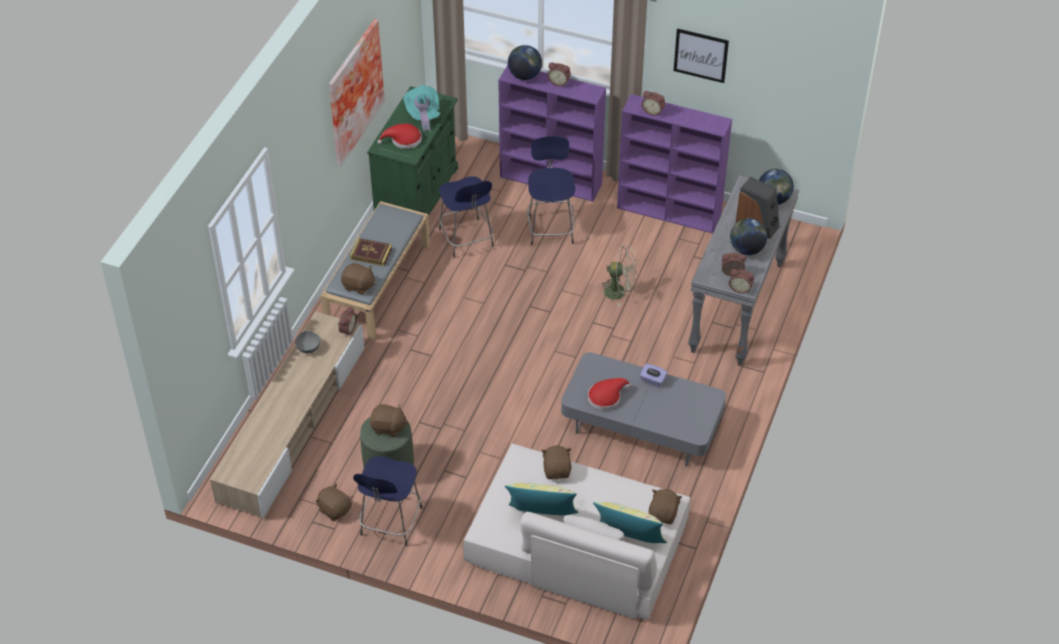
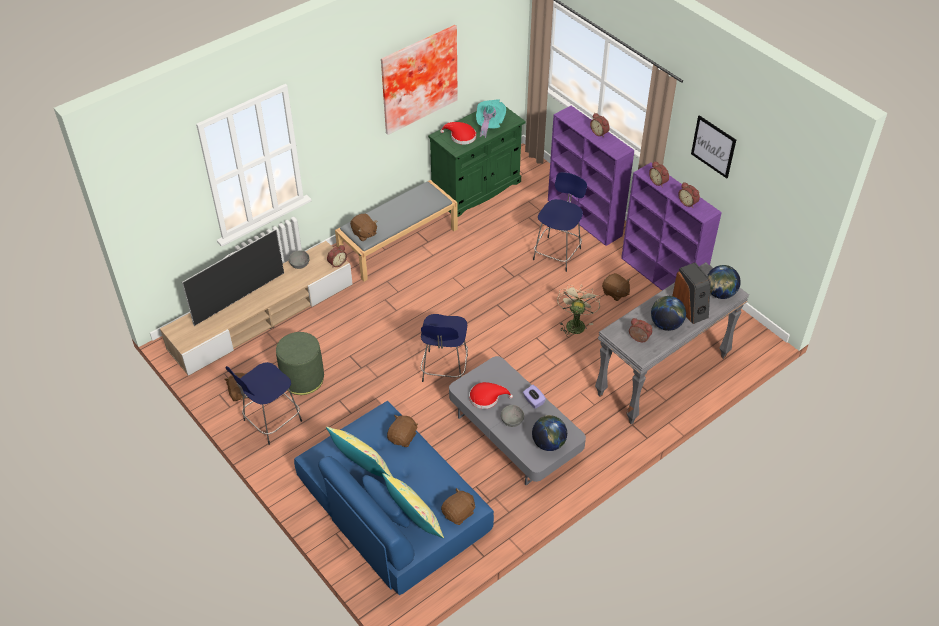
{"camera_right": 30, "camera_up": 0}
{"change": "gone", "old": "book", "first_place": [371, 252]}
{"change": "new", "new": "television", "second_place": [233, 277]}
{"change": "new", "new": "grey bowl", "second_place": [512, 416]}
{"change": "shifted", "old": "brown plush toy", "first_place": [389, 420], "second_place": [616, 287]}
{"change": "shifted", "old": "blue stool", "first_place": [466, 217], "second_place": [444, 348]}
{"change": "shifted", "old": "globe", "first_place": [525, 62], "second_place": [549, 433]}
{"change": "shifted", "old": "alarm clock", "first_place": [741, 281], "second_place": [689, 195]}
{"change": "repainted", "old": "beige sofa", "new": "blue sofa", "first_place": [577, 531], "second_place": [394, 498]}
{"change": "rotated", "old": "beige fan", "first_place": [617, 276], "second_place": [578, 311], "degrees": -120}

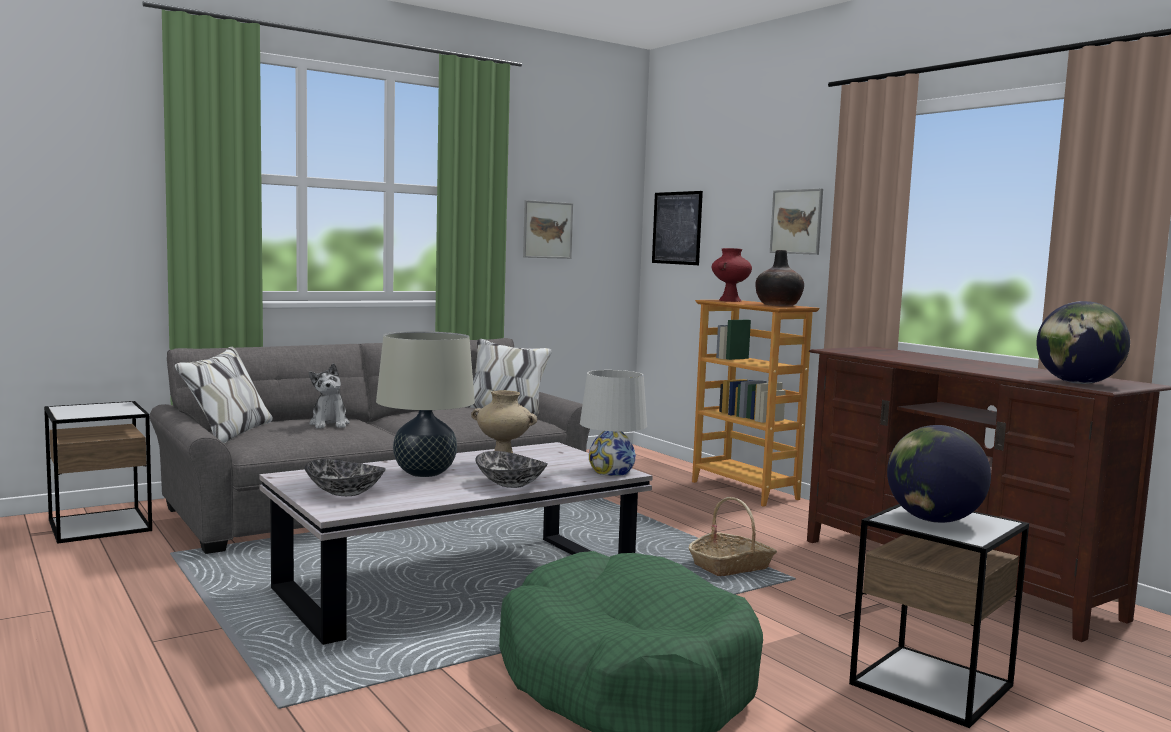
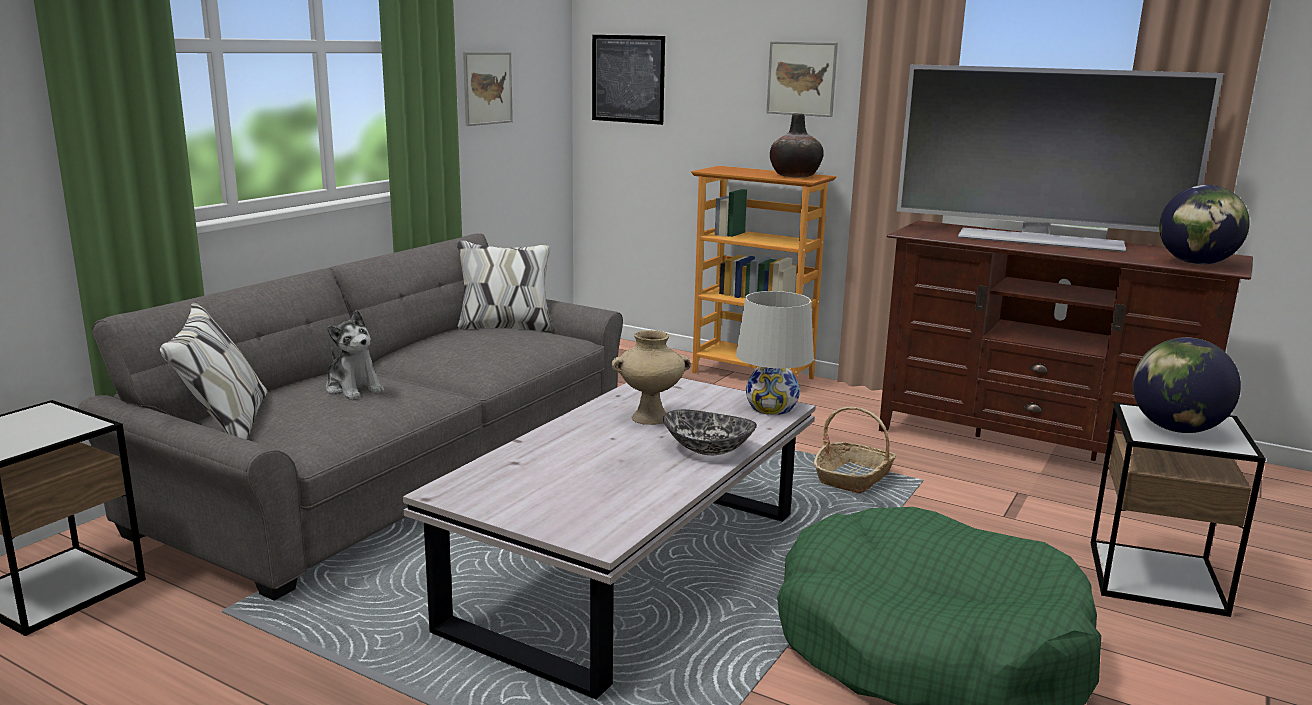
{"camera_right": -25, "camera_up": 10}
{"change": "gone", "old": "bowl", "first_place": [345, 477]}
{"change": "gone", "old": "beige table lamp", "first_place": [425, 404]}
{"change": "gone", "old": "red vase", "first_place": [732, 275]}
{"change": "new", "new": "television", "second_place": [1059, 158]}

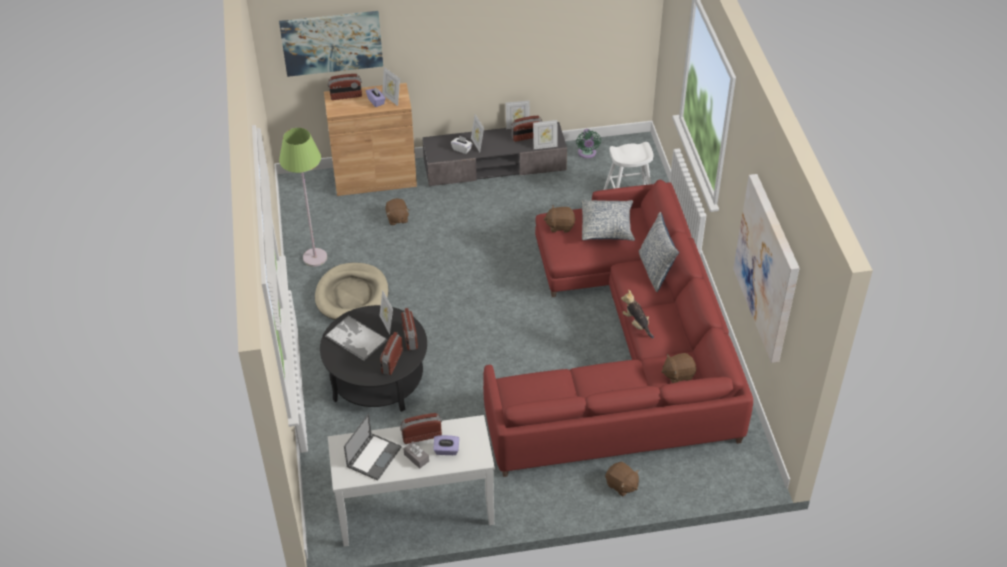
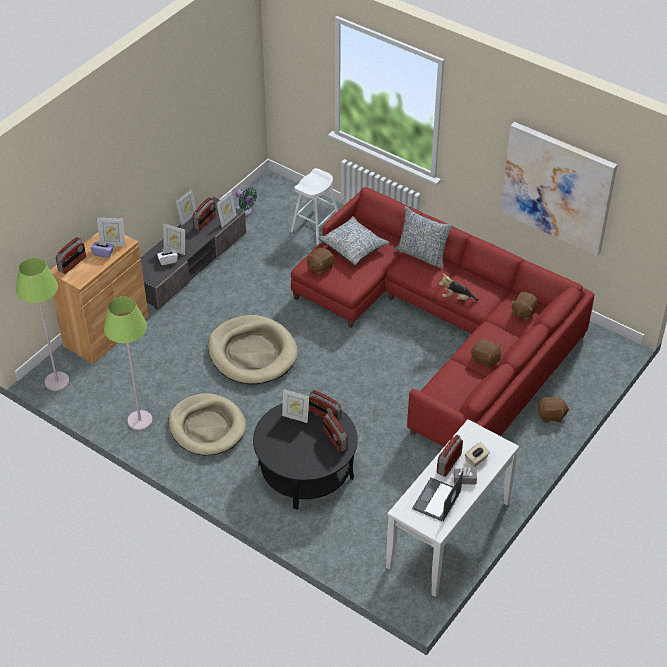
{"camera_right": -45, "camera_up": 0}
{"change": "gone", "old": "picture", "first_place": [331, 44]}
{"change": "gone", "old": "tray", "first_place": [356, 338]}
{"change": "new", "new": "green floor lamp", "second_place": [42, 324]}
{"change": "new", "new": "beige dog bed", "second_place": [253, 349]}
{"change": "shifted", "old": "brown plush toy", "first_place": [397, 212], "second_place": [486, 353]}
{"change": "repainted", "old": "purple tissue box", "new": "beige tissue box", "first_place": [446, 445], "second_place": [477, 454]}
{"change": "rotated", "old": "laptop", "first_place": [372, 447], "second_place": [437, 496], "degrees": -135}

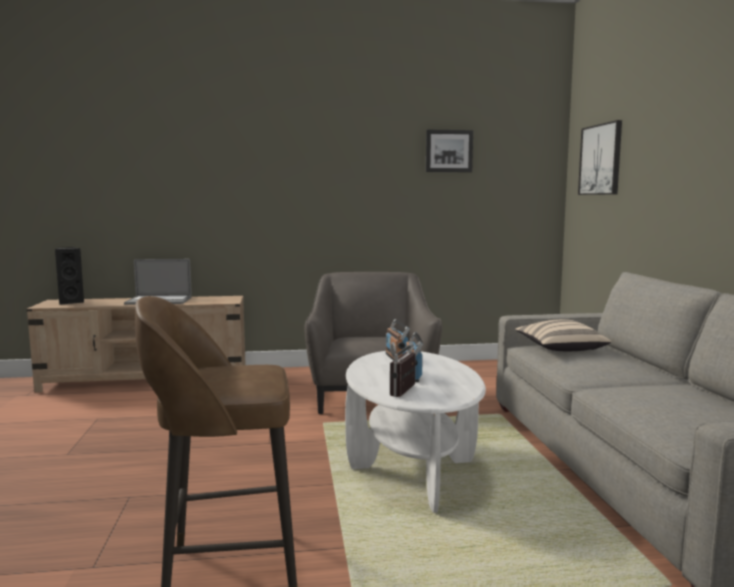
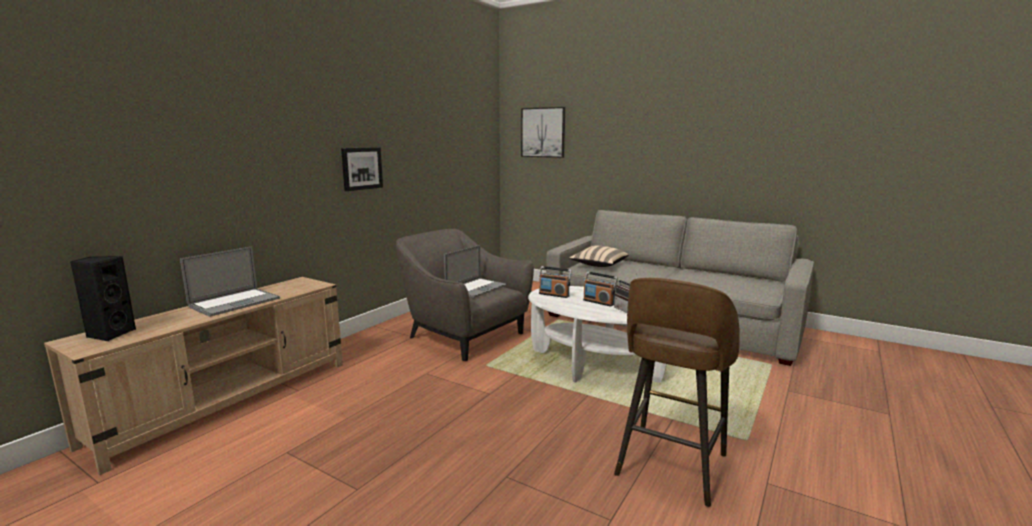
{"camera_right": -50, "camera_up": 5}
{"change": "new", "new": "laptop", "second_place": [475, 271]}
{"change": "shifted", "old": "picture", "first_place": [449, 150], "second_place": [362, 169]}

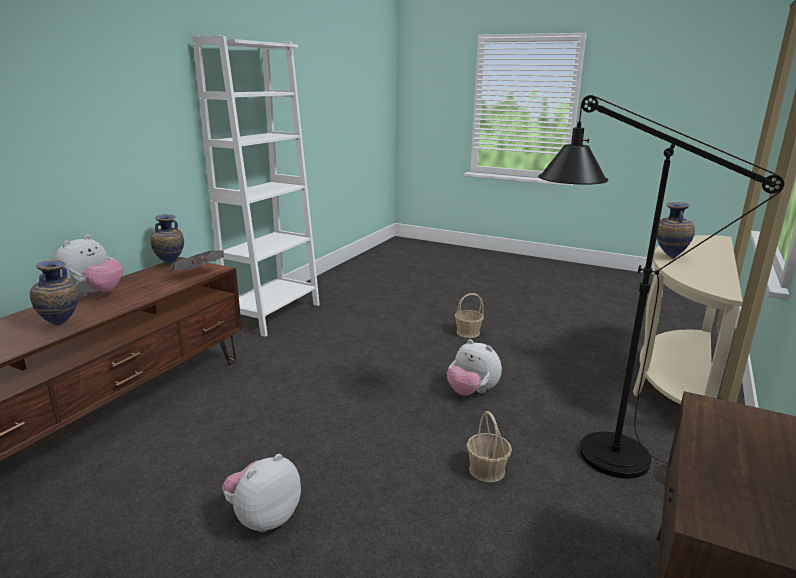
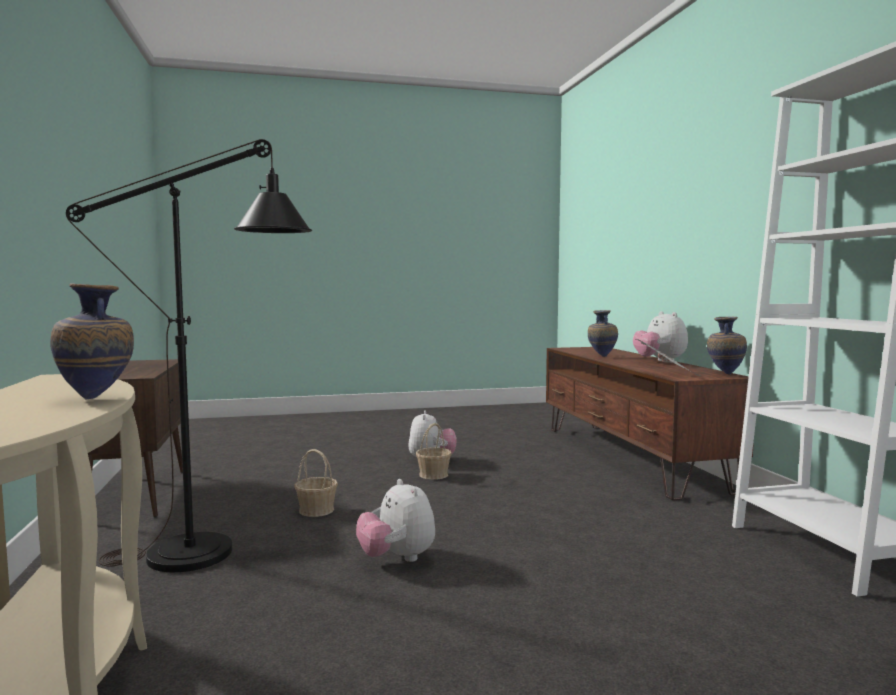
{"camera_right": 140, "camera_up": -15}
{"change": "shifted", "old": "basket", "first_place": [469, 315], "second_place": [434, 451]}
{"change": "rotated", "old": "plush toy", "first_place": [474, 367], "second_place": [395, 520], "degrees": -120}

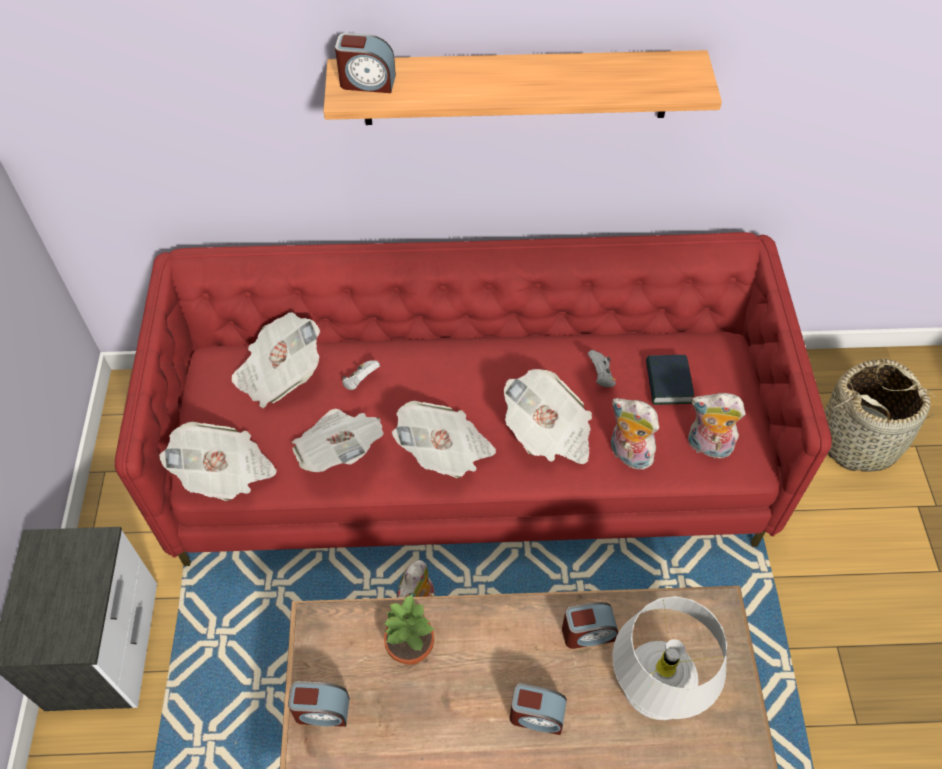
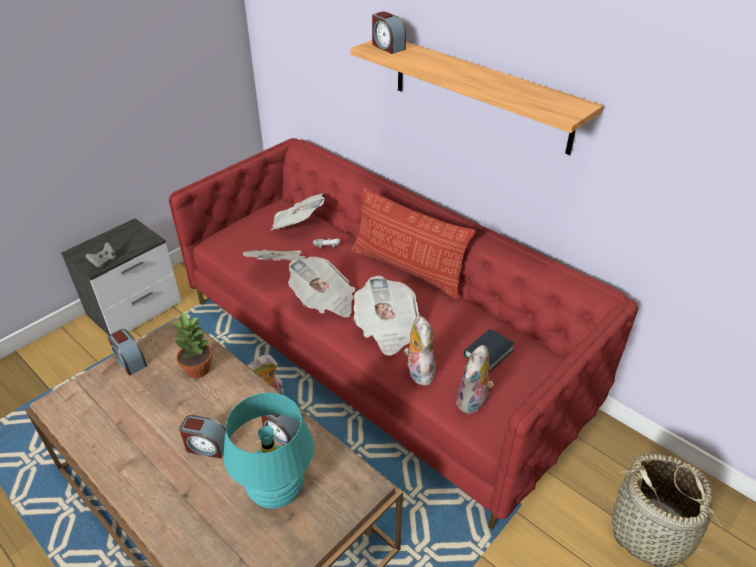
{"camera_right": 45, "camera_up": -15}
{"change": "gone", "old": "newspaper", "first_place": [218, 461]}
{"change": "new", "new": "pillow", "second_place": [413, 243]}
{"change": "shifted", "old": "grey game controller", "first_place": [602, 368], "second_place": [101, 254]}
{"change": "repainted", "old": "white table lamp", "new": "turquoise table lamp", "first_place": [669, 658], "second_place": [268, 451]}
{"change": "rotated", "old": "alarm clock", "first_place": [538, 709], "second_place": [202, 437], "degrees": -45}
{"change": "rotated", "old": "plush toy", "first_place": [717, 426], "second_place": [475, 379], "degrees": -120}

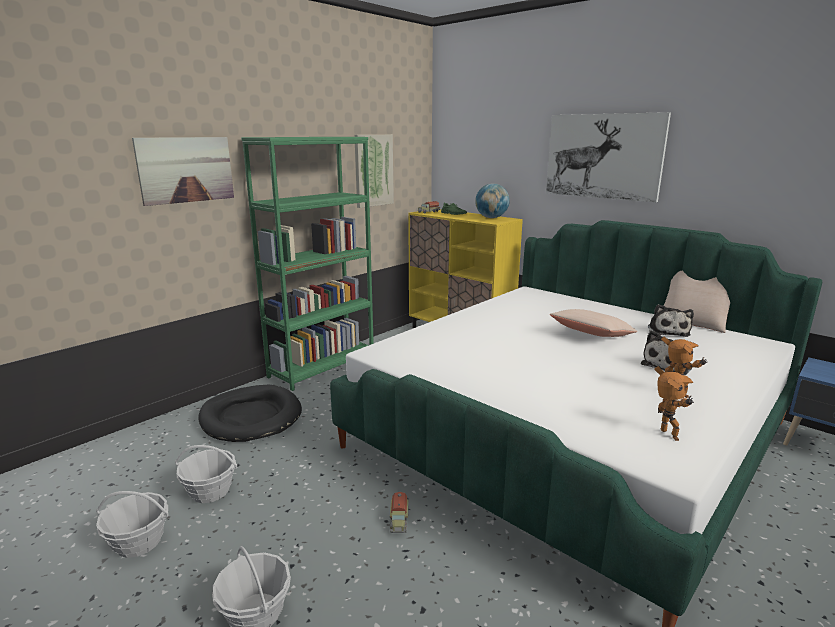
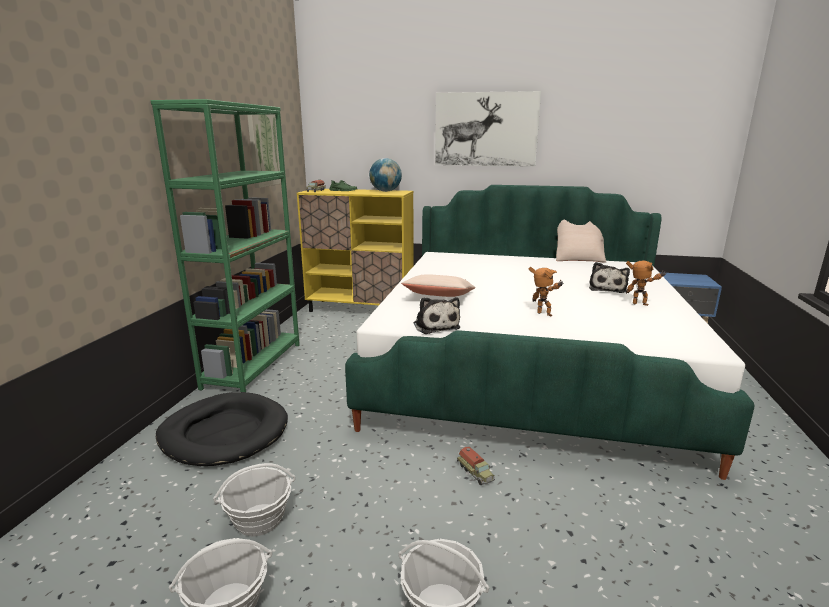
{"camera_right": -30, "camera_up": 0}
{"change": "gone", "old": "picture", "first_place": [183, 171]}
{"change": "shifted", "old": "beige pillow", "first_place": [593, 323], "second_place": [438, 285]}
{"change": "shifted", "old": "plush toy", "first_place": [671, 320], "second_place": [437, 315]}
{"change": "shifted", "old": "toy robot", "first_place": [674, 403], "second_place": [546, 292]}

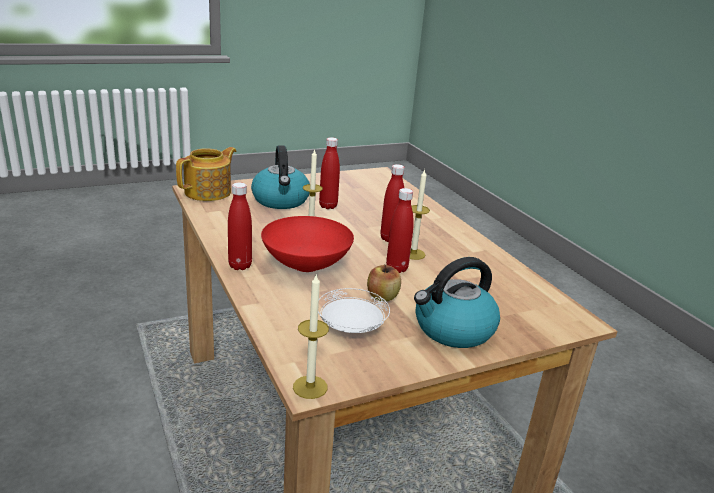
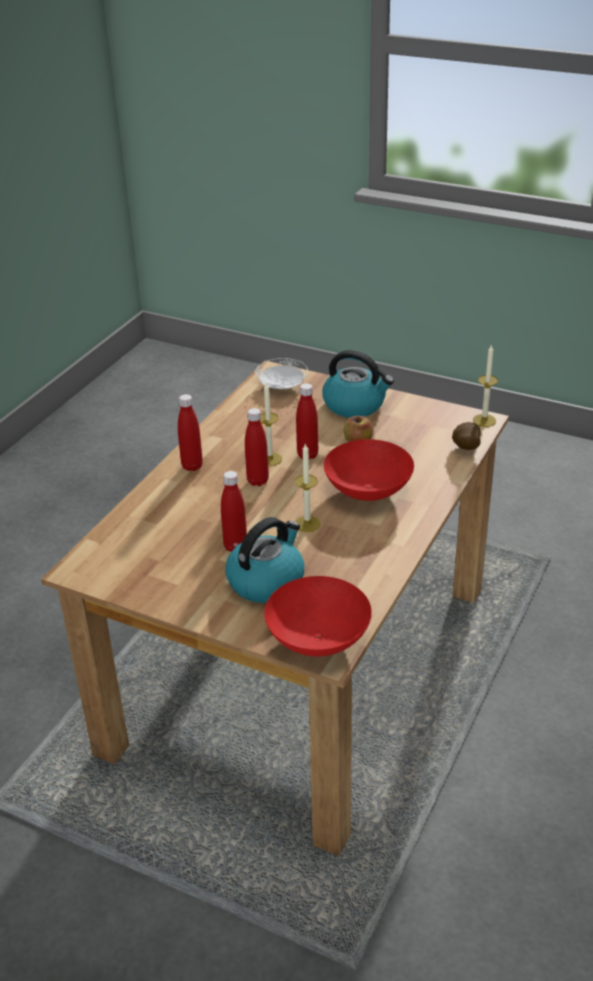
{"camera_right": -125, "camera_up": 10}
{"change": "new", "new": "potato", "second_place": [466, 436]}
{"change": "shifted", "old": "red bottle", "first_place": [240, 226], "second_place": [190, 432]}
{"change": "shifted", "old": "white plate", "first_place": [354, 310], "second_place": [281, 373]}
{"change": "swapped", "old": "teapot", "new": "red bowl", "first_place": [206, 174], "second_place": [318, 616]}

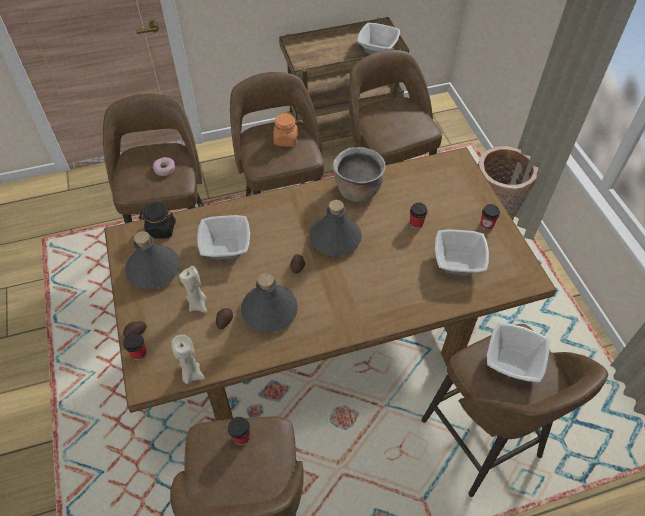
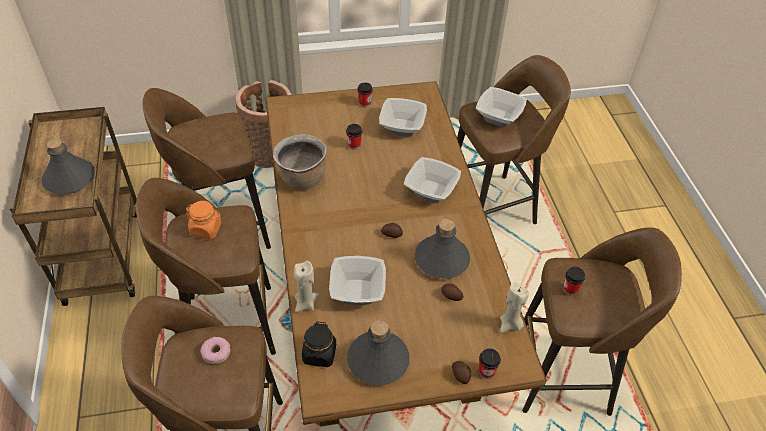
{"camera_right": -85, "camera_up": -5}
{"change": "shifted", "old": "beige candle", "first_place": [193, 289], "second_place": [306, 286]}
{"change": "shifted", "old": "grey bottle", "first_place": [335, 228], "second_place": [68, 166]}
{"change": "shifted", "old": "bowl", "first_place": [378, 38], "second_place": [432, 180]}

